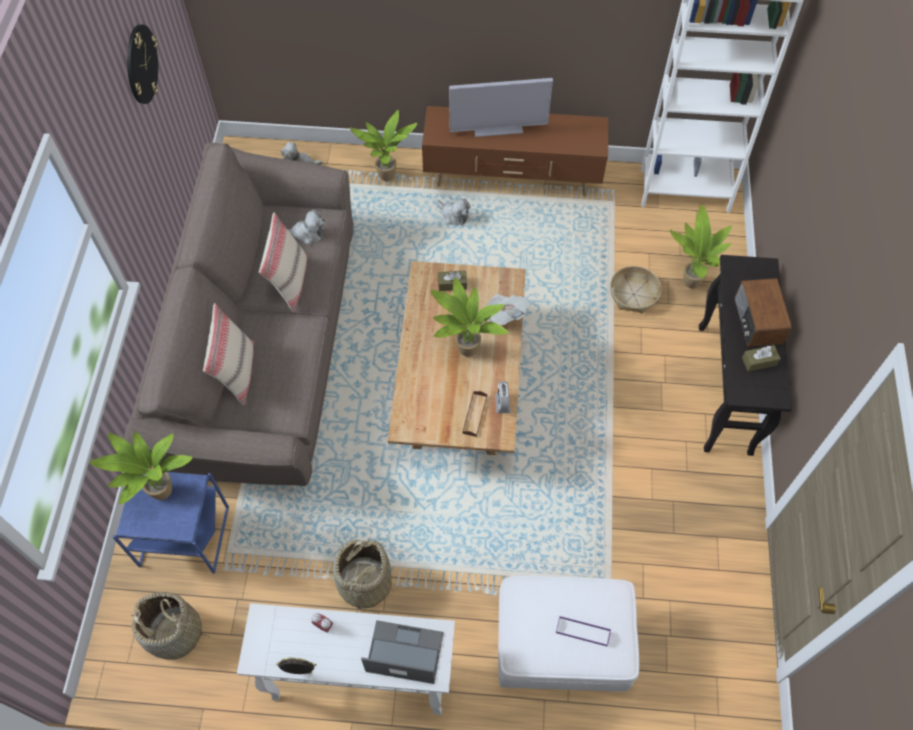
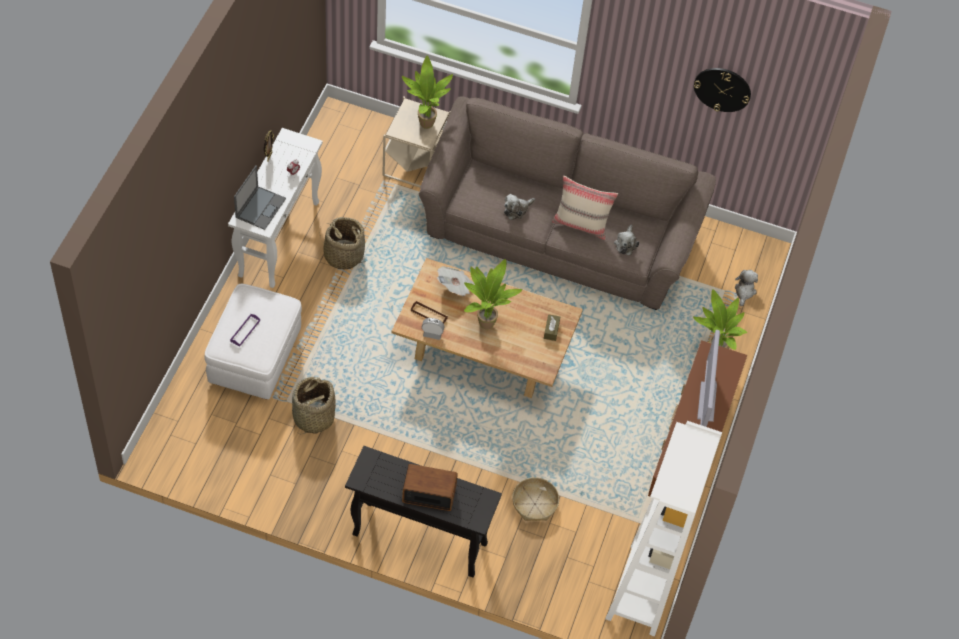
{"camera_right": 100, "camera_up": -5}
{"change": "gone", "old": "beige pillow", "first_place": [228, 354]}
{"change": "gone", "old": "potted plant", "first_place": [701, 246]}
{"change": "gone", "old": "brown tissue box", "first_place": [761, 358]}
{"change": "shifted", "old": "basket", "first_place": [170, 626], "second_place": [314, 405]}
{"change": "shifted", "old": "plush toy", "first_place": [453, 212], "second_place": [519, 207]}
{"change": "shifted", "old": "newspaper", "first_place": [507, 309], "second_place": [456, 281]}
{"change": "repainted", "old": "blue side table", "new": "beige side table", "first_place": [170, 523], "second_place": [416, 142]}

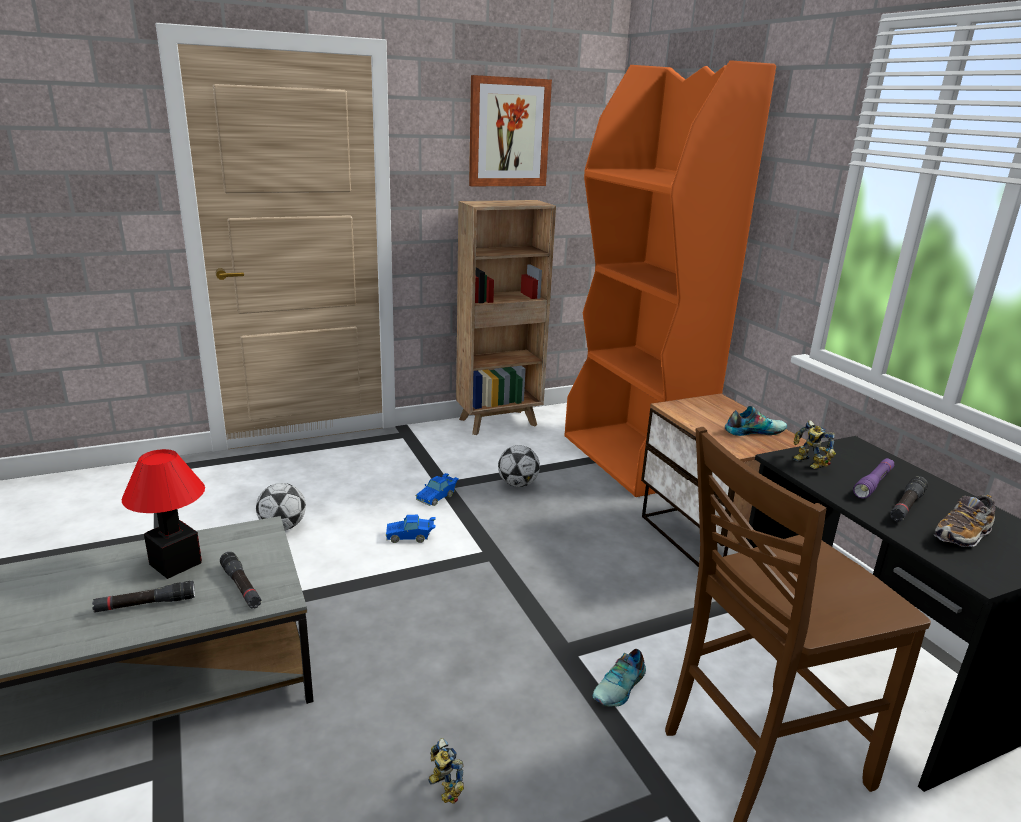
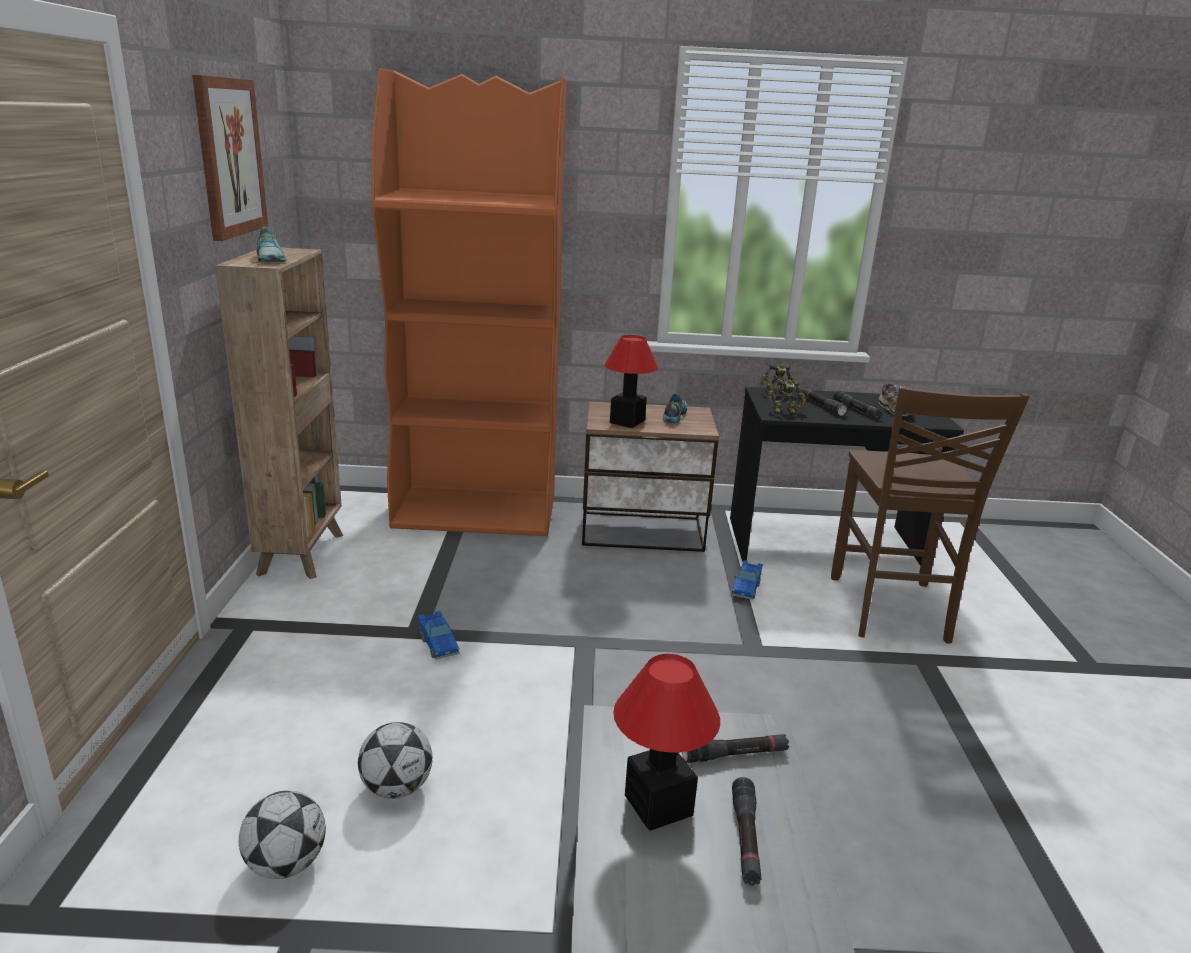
{"camera_right": -65, "camera_up": 0}
{"change": "new", "new": "table lamp", "second_place": [631, 381]}
{"change": "shifted", "old": "blue toy car", "first_place": [411, 529], "second_place": [747, 580]}
{"change": "shifted", "old": "toy robot", "first_place": [446, 771], "second_place": [778, 378]}
{"change": "shifted", "old": "football", "first_place": [519, 466], "second_place": [282, 835]}
{"change": "shifted", "old": "shoe", "first_place": [619, 678], "second_place": [272, 244]}
{"change": "repainted", "old": "purple flashlight", "new": "black flashlight", "first_place": [874, 478], "second_place": [824, 402]}

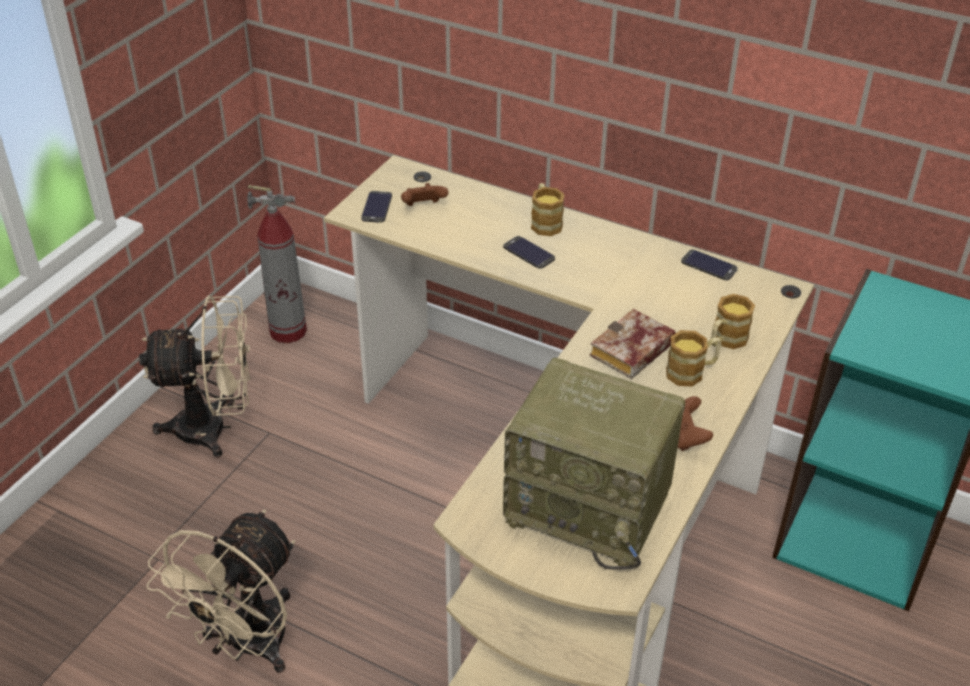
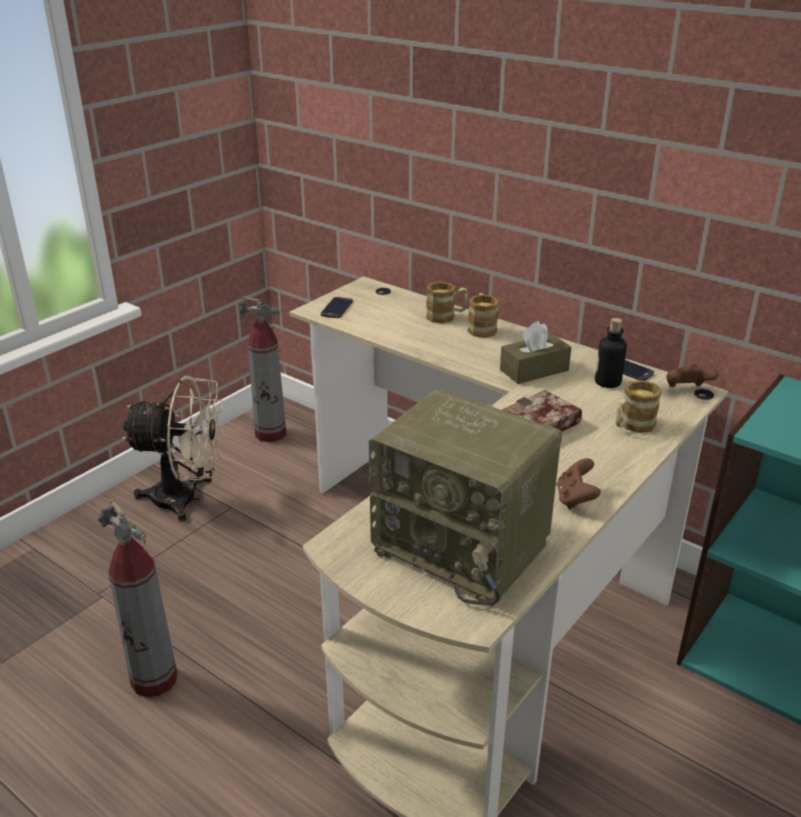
{"camera_right": 10, "camera_up": -10}
{"change": "gone", "old": "phone", "first_place": [529, 252]}
{"change": "new", "new": "brown tissue box", "second_place": [535, 352]}
{"change": "new", "new": "bottle", "second_place": [611, 353]}
{"change": "shifted", "old": "brown game controller", "first_place": [425, 194], "second_place": [693, 375]}
{"change": "shifted", "old": "mug", "first_place": [694, 358], "second_place": [447, 302]}
{"change": "swapped", "old": "beige fan", "new": "fire extinguisher", "first_place": [221, 591], "second_place": [137, 598]}

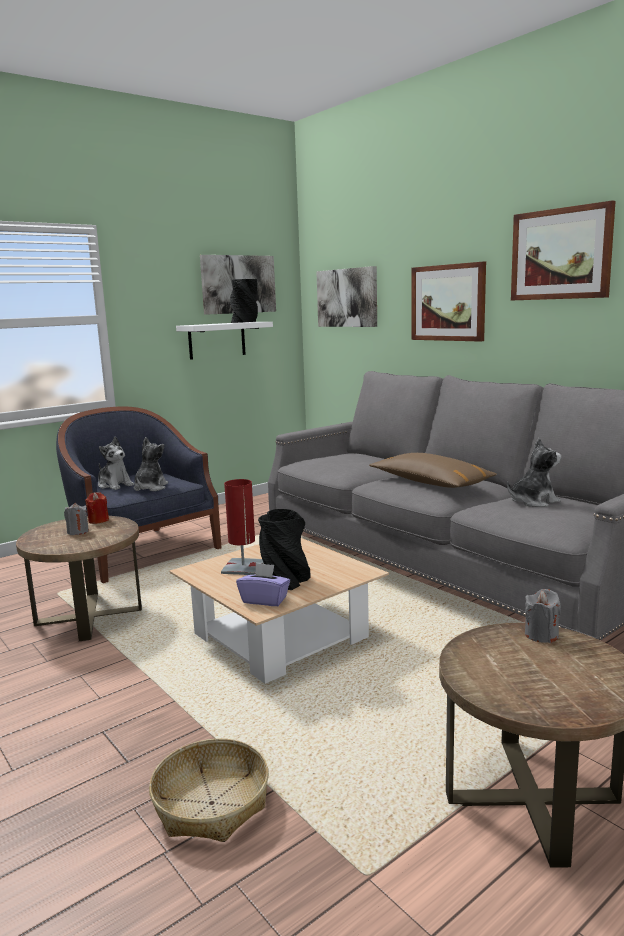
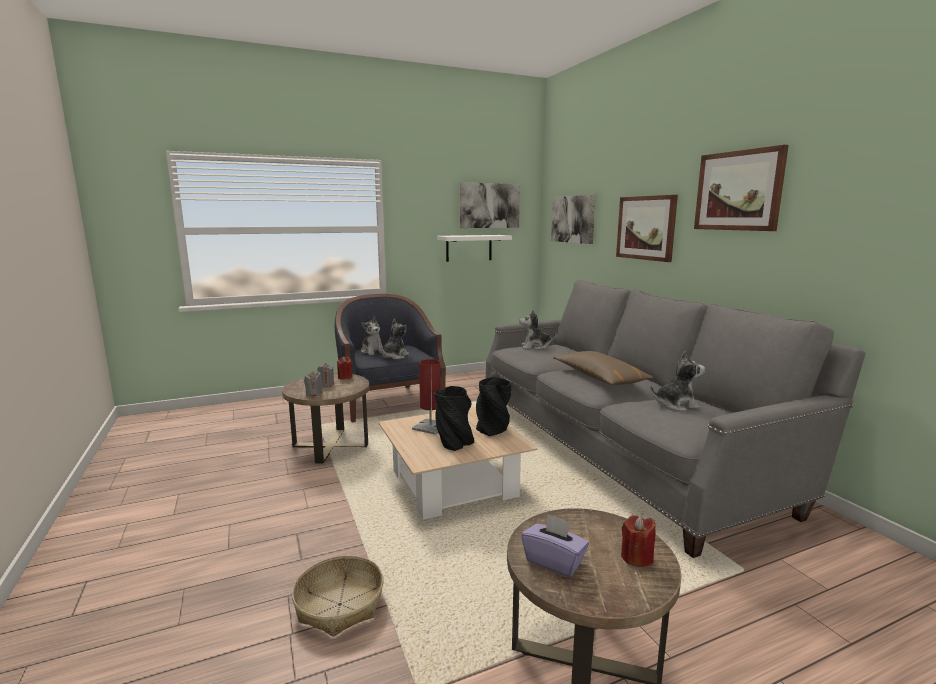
{"camera_right": 15, "camera_up": 0}
{"change": "new", "new": "plush toy", "second_place": [537, 330]}
{"change": "new", "new": "red candle", "second_place": [638, 541]}
{"change": "shifted", "old": "black vase", "first_place": [244, 301], "second_place": [493, 406]}
{"change": "shifted", "old": "purple tissue box", "first_place": [263, 584], "second_place": [555, 545]}
{"change": "shifted", "old": "grey candle", "first_place": [543, 616], "second_place": [313, 384]}

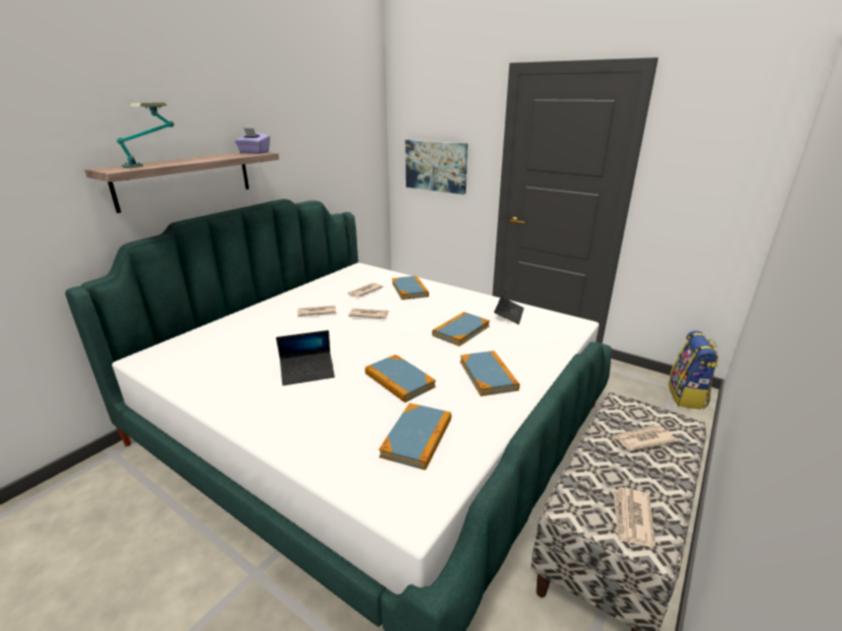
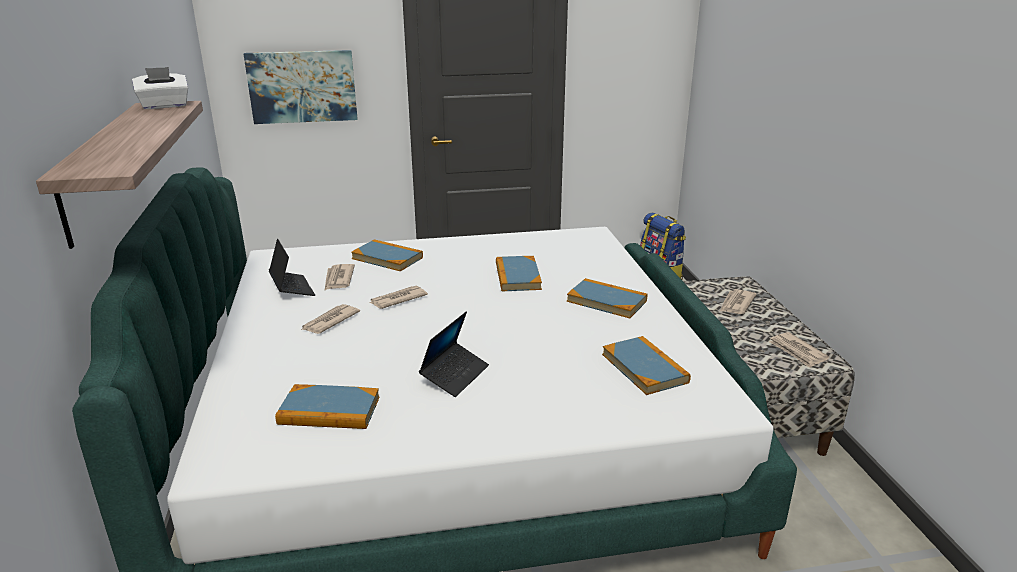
{"camera_right": -45, "camera_up": 0}
{"change": "gone", "old": "table lamp", "first_place": [145, 135]}
{"change": "shifted", "old": "book", "first_place": [400, 378], "second_place": [327, 406]}
{"change": "shifted", "old": "laptop", "first_place": [509, 300], "second_place": [292, 267]}
{"change": "repainted", "old": "purple tissue box", "new": "white tissue box", "first_place": [252, 141], "second_place": [160, 88]}

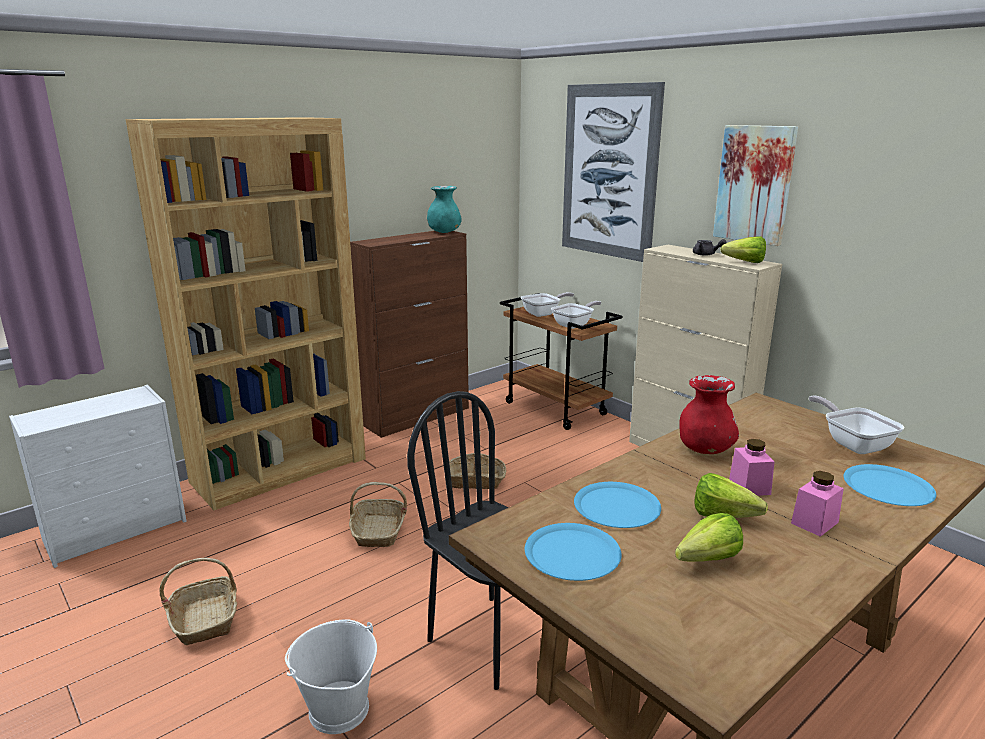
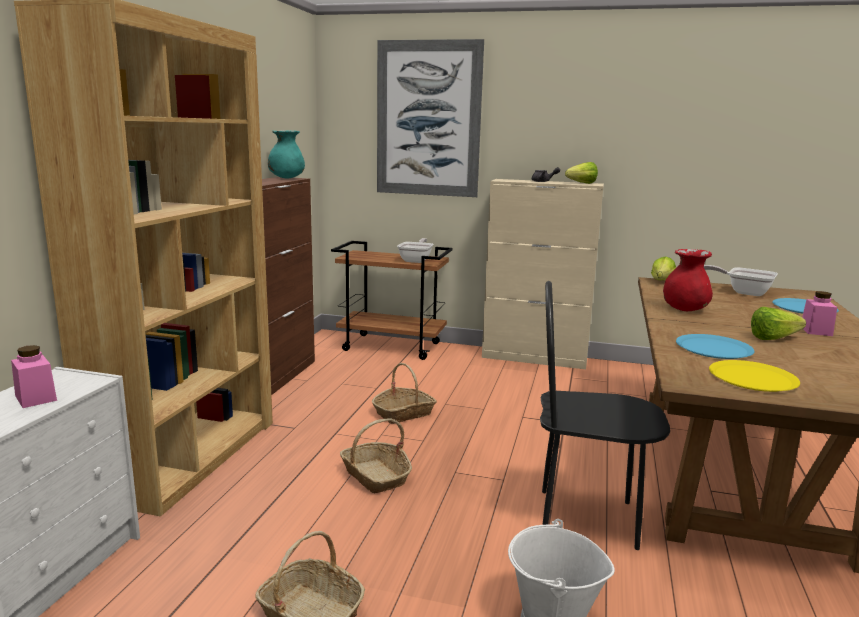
{"camera_right": -35, "camera_up": -5}
{"change": "gone", "old": "frying pan", "first_place": [547, 304]}
{"change": "gone", "old": "picture", "first_place": [755, 185]}
{"change": "shifted", "old": "lettuce", "first_place": [709, 537], "second_place": [663, 268]}
{"change": "shifted", "old": "pink jar", "first_place": [751, 467], "second_place": [34, 376]}
{"change": "repainted", "old": "blue plate", "new": "yellow plate", "first_place": [573, 552], "second_place": [754, 376]}

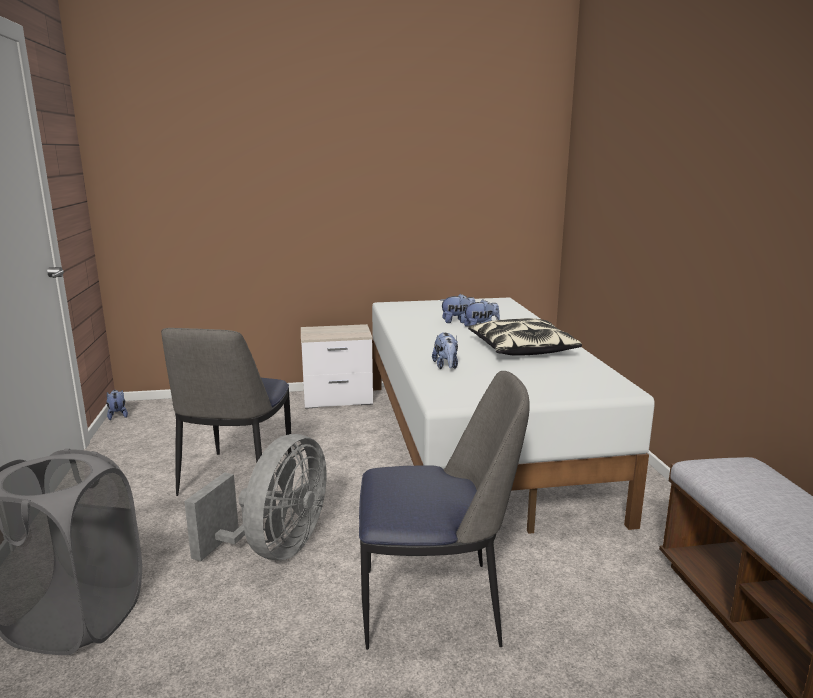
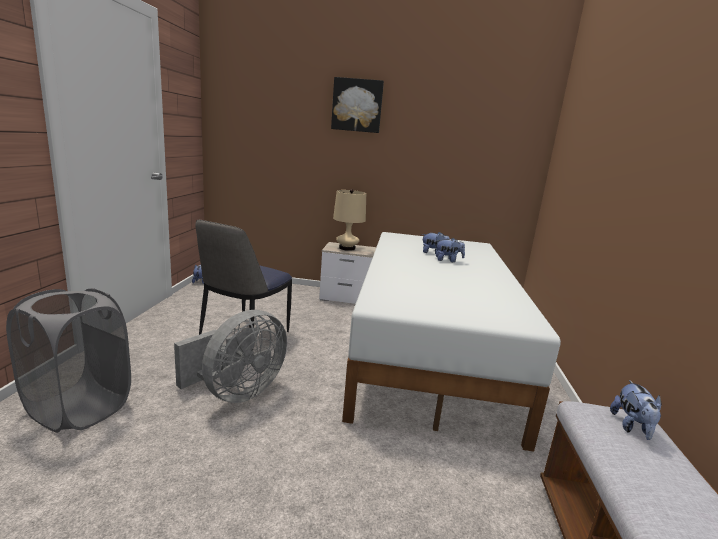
{"camera_right": 15, "camera_up": 0}
{"change": "gone", "old": "chair", "first_place": [444, 510]}
{"change": "gone", "old": "pillow", "first_place": [525, 337]}
{"change": "new", "new": "picture", "second_place": [357, 105]}
{"change": "new", "new": "beige table lamp", "second_place": [349, 220]}
{"change": "shifted", "old": "plush toy", "first_place": [445, 350], "second_place": [635, 410]}

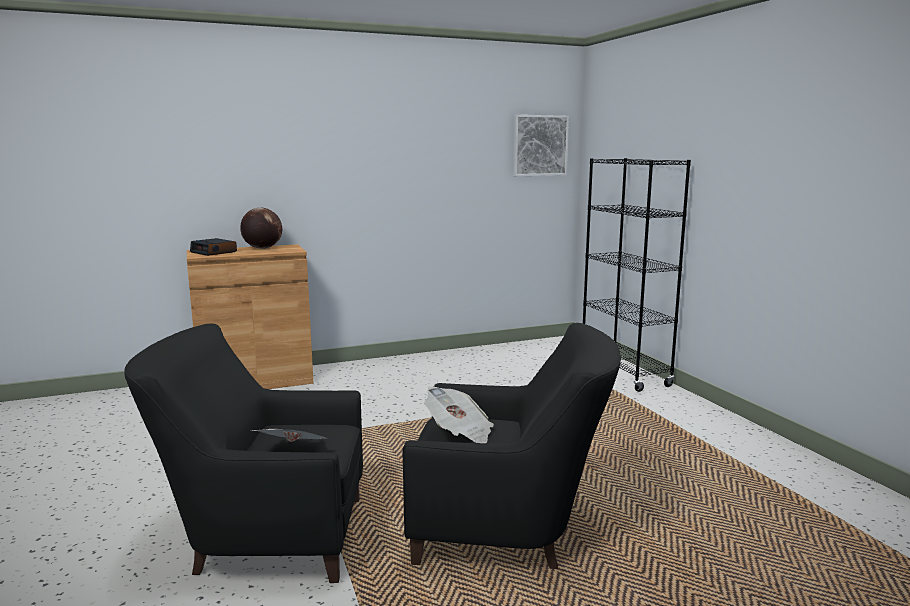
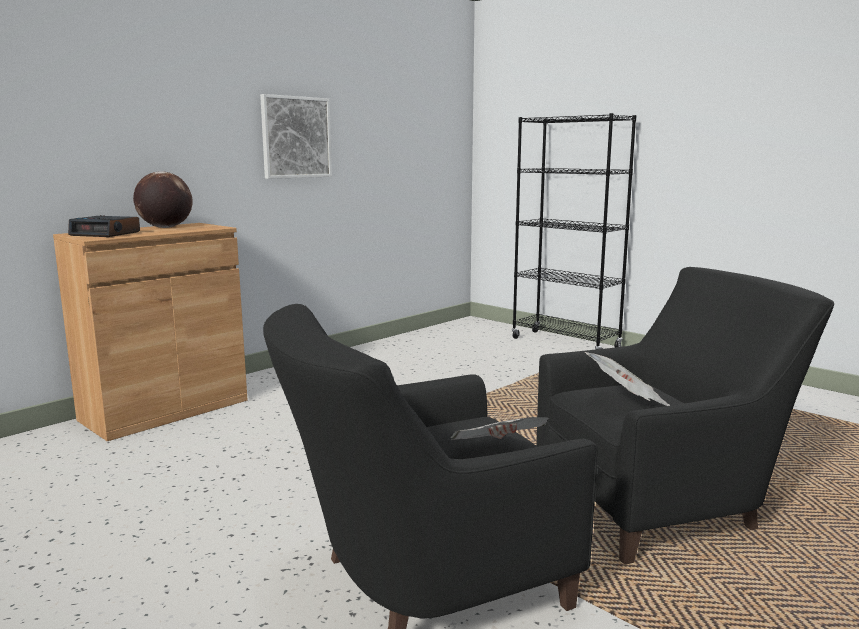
{"camera_right": -25, "camera_up": 0}
{"change": "shifted", "old": "picture", "first_place": [541, 145], "second_place": [296, 136]}

